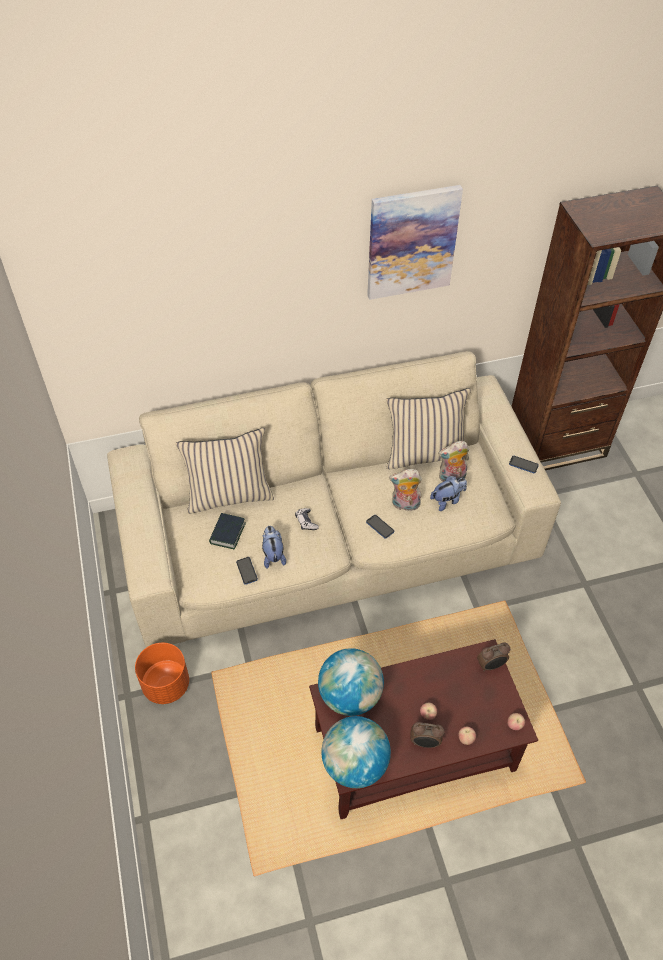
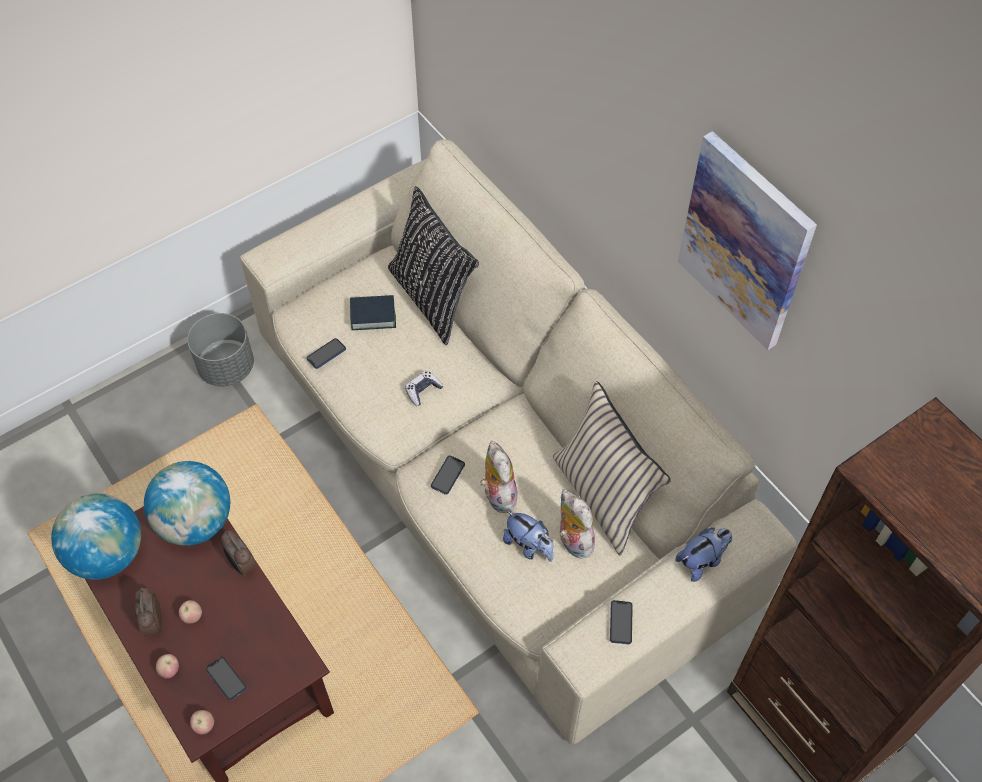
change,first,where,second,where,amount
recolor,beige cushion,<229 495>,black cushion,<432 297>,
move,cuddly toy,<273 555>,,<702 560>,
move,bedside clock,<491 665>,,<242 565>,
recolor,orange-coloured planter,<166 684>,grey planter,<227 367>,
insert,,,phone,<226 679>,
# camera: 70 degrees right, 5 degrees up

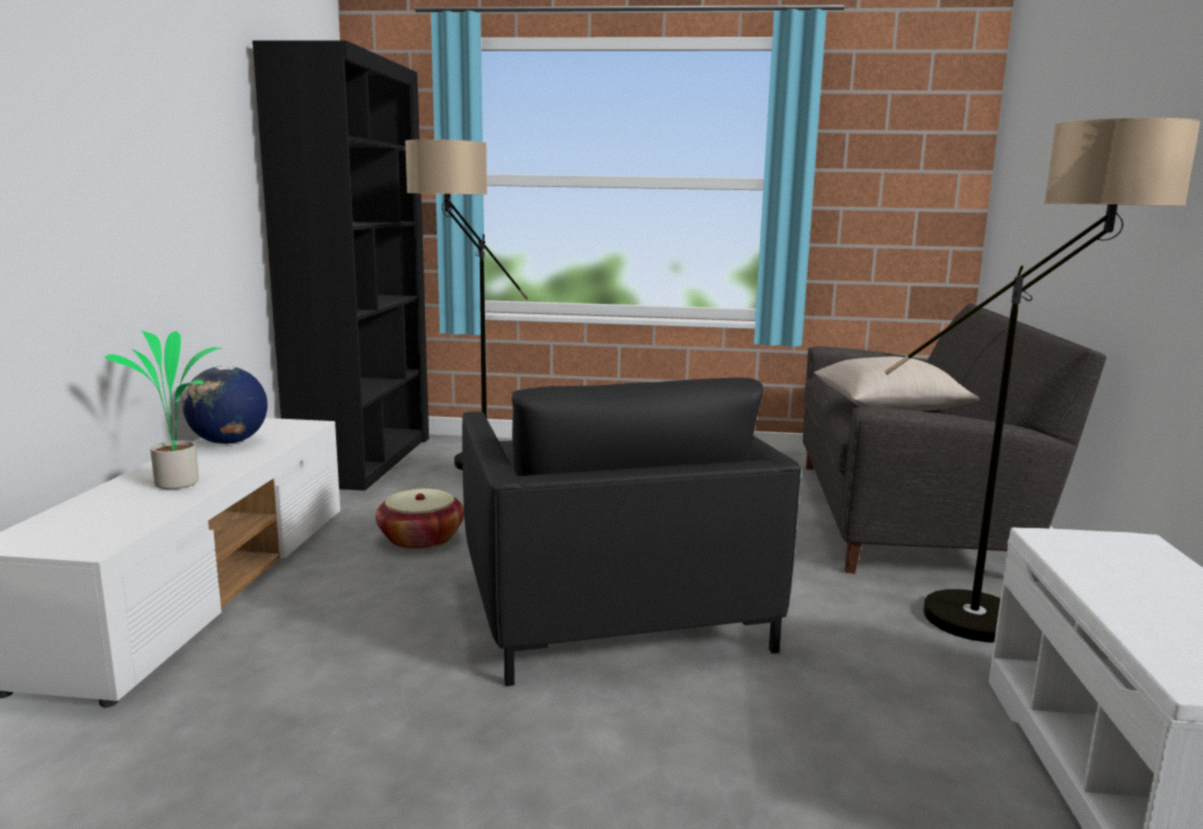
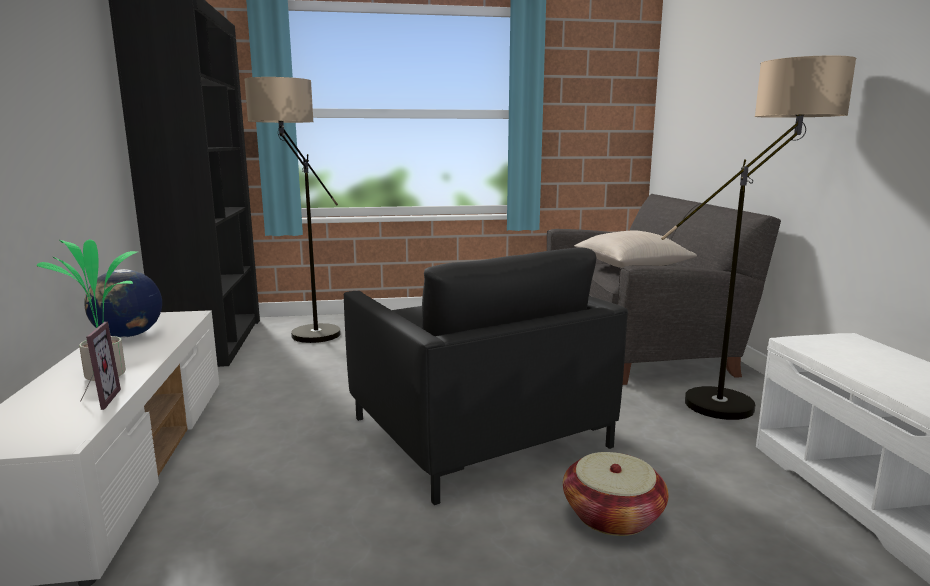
change,first,where,second,where,amount
move,basket,<421 539>,,<612 516>,
insert,,,photo frame,<97 400>,
# camera: 15 degrees left, 0 degrees up

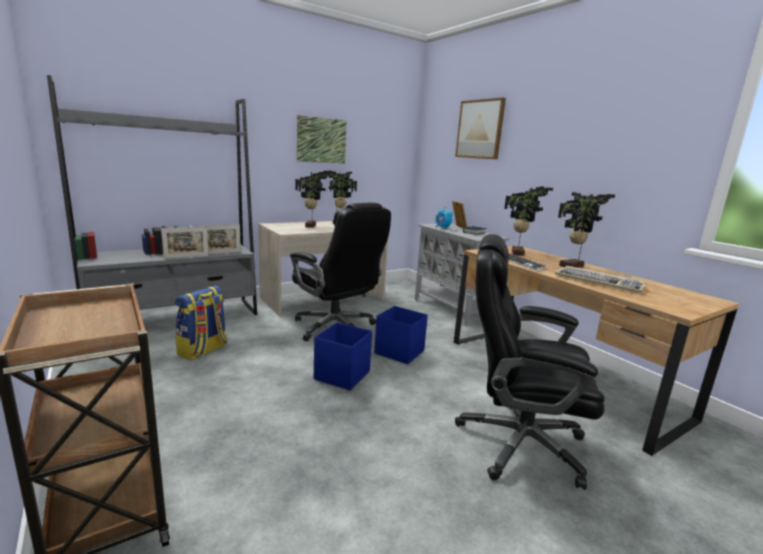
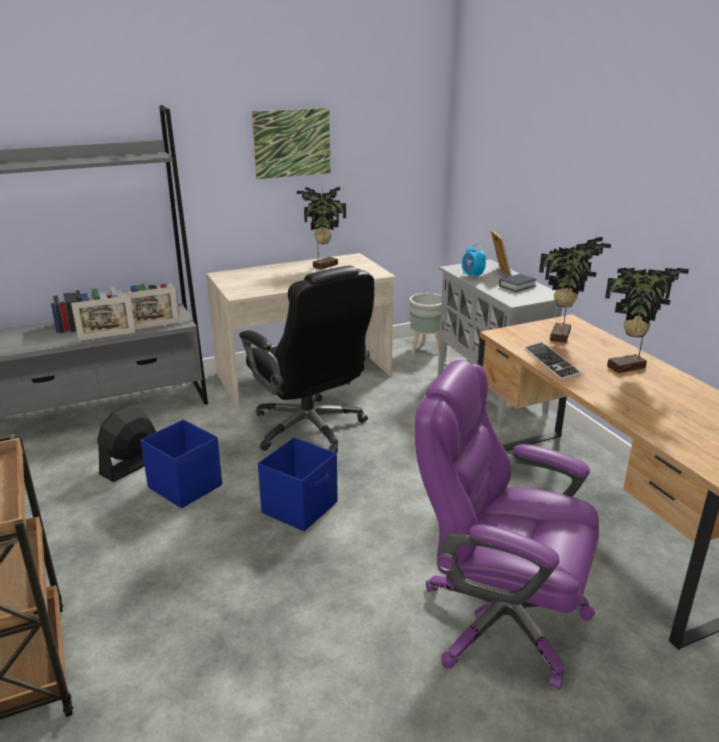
change,first,where,second,where,amount
delete,picture,<480 129>,,,
delete,potted plant,<312 226>,,,
recolor,black computer chair,<517 442>,purple-coloured computer chair,<499 619>,
delete,PC keyboard,<599 282>,,,
replace,rucksack,<203 351>,black fan,<132 464>,
move,bluish storage bin,<399 352>,,<185 486>,
insert,,,grey planter,<426 349>,
# camera: 10 degrees right, 10 degrees up

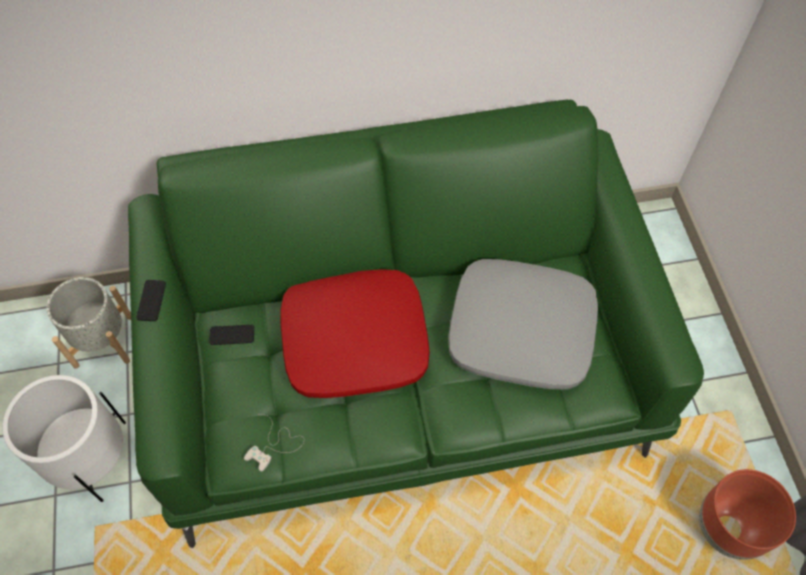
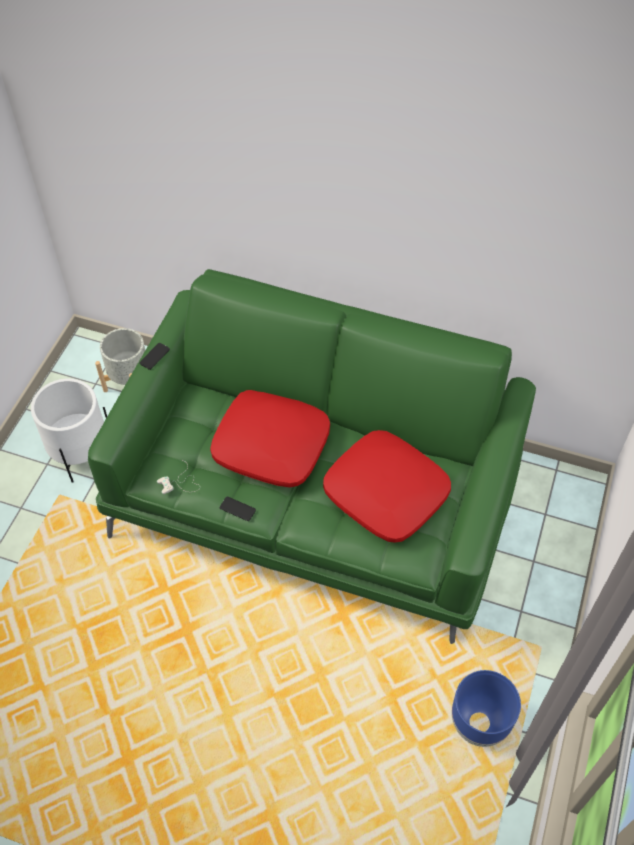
change,first,where,second,where,amount
recolor,grey cushion,<521 331>,reddish cushion,<386 493>,
move,phone,<232 335>,,<237 509>,
recolor,brown-coloured planter,<728 529>,bluish planter,<479 723>,
# camera: 30 degrees right, 5 degrees down

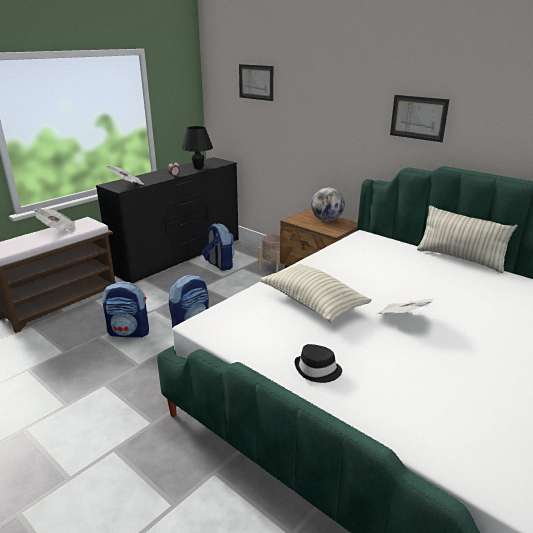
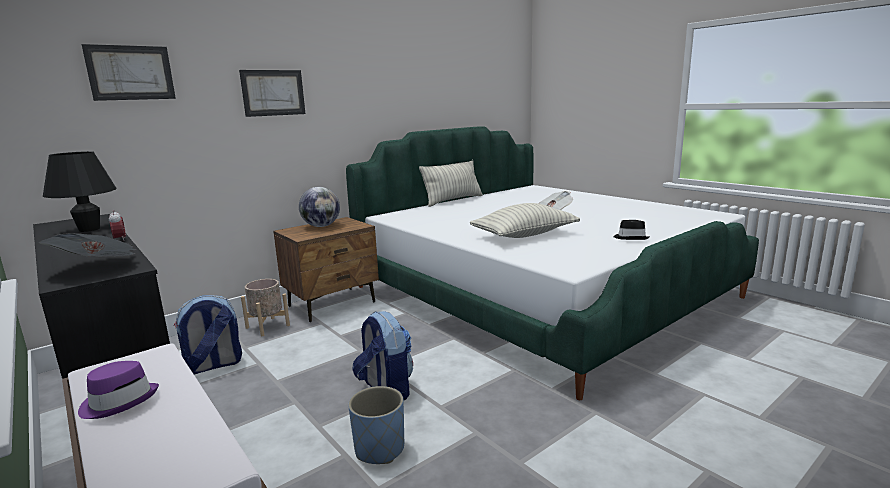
change,first,where,second,where,amount
move,picture,<418 118>,,<273 93>,
replace,daily paper,<58 229>,purple-coloured hat,<119 401>,
replace,rucksack,<129 332>,bluish planter,<379 449>,
# camera: 80 degrees left, 10 degrees down

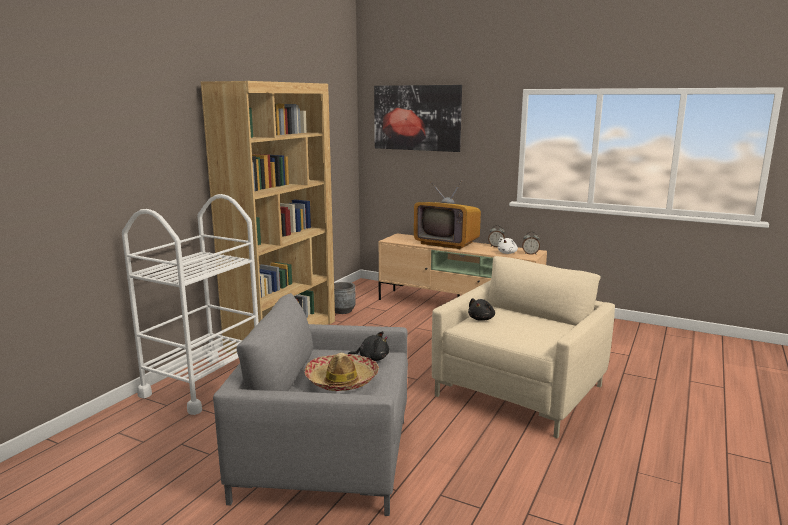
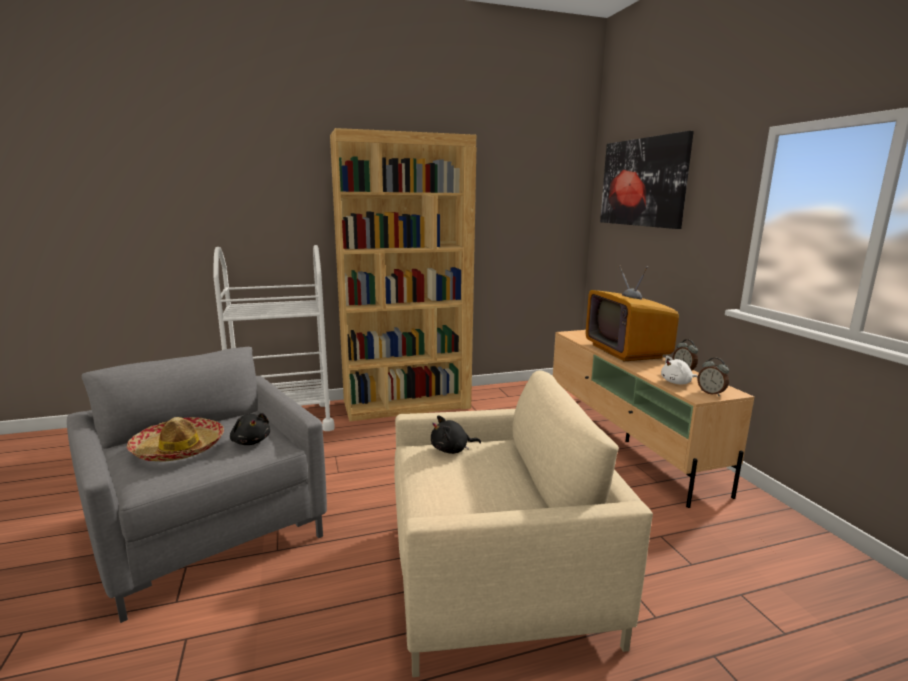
change,first,where,second,where,amount
delete,grey planter,<342 311>,,,
# camera: 45 degrees right, 0 degrees up

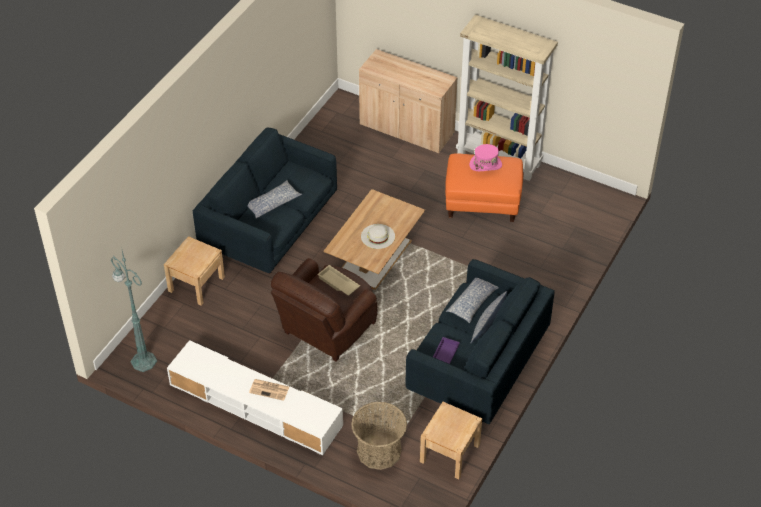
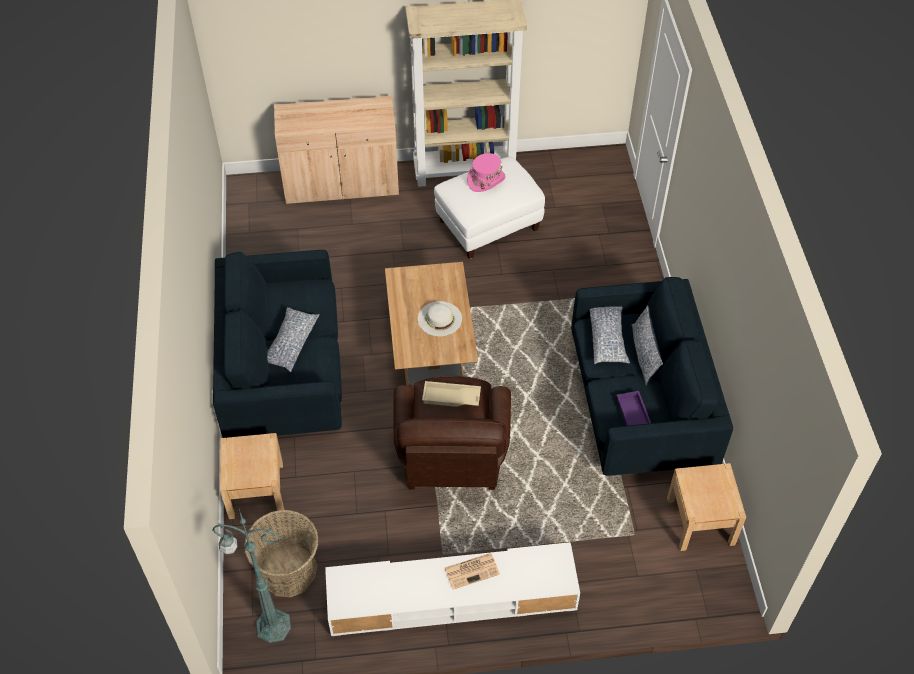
change,first,where,second,where,amount
recolor,orange-coloured ottoman,<482 202>,whitish ottoman,<488 225>,
move,basket,<379 451>,,<288 570>,
# camera: 35 degrees left, 5 degrees up

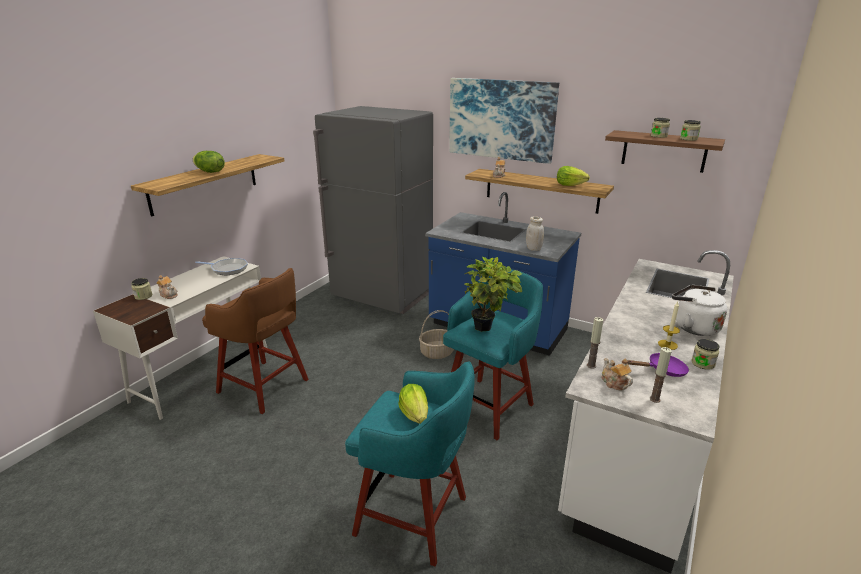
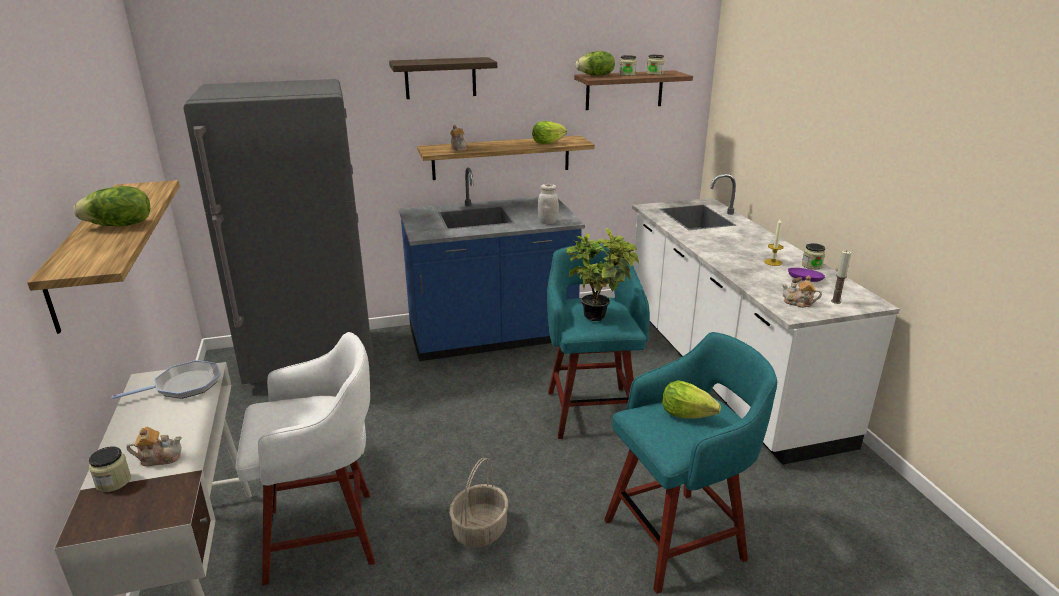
change,first,where,second,where,amount
replace,picture,<501 119>,wall shelf,<440 78>,
recolor,brown-coloured stool,<265 387>,whitish stool,<325 535>,
delete,whitish kettle,<693 327>,,,
move,basket,<437 352>,,<479 529>,
delete,candle,<591 365>,,,
insert,,,lettuce head,<596 75>,
# camera: 45 degrees left, 0 degrees up

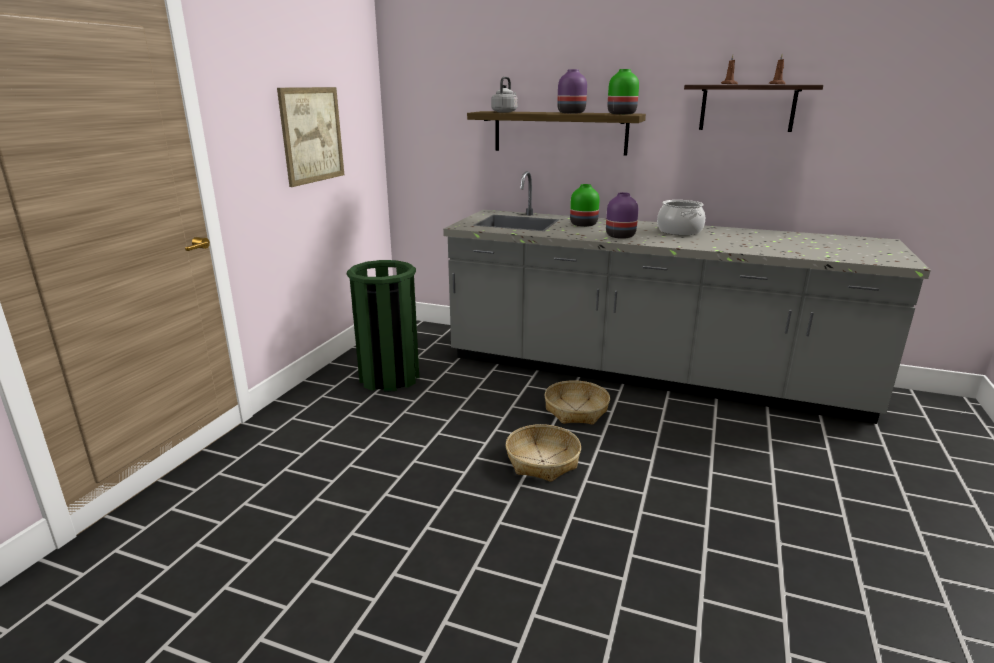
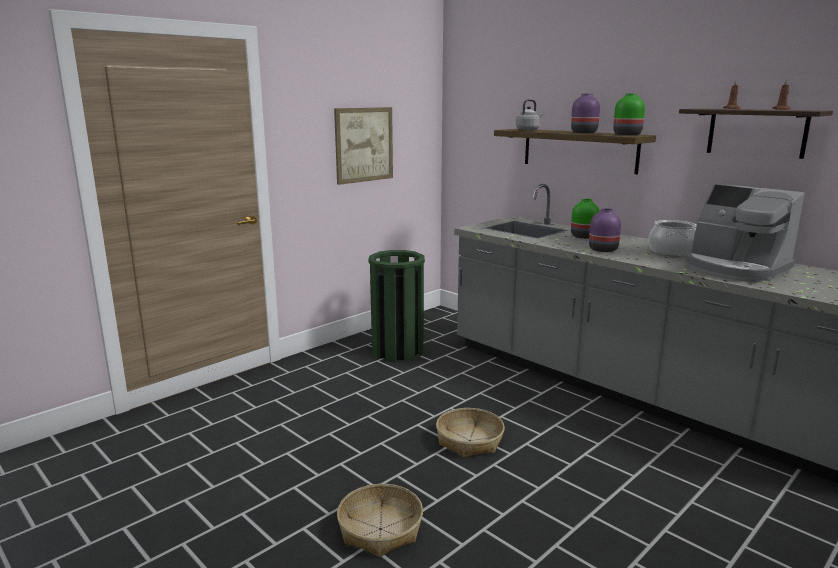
change,first,where,second,where,amount
move,basket,<576 410>,,<380 529>,
insert,,,coffee brewer,<734 269>,
# camera: 25 degrees right, 5 degrees down

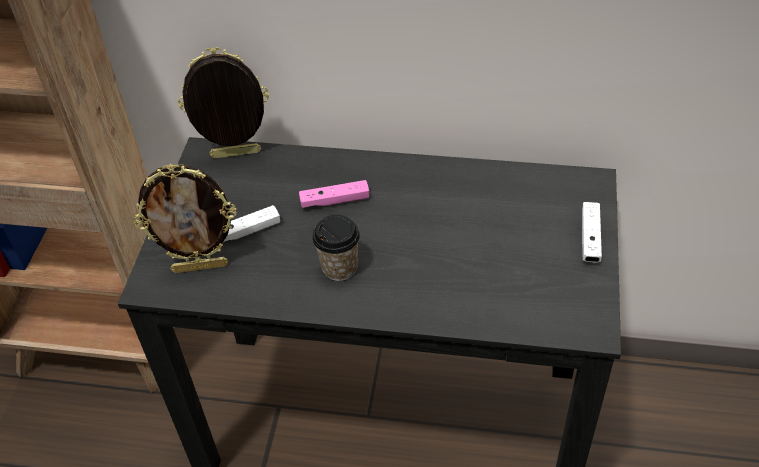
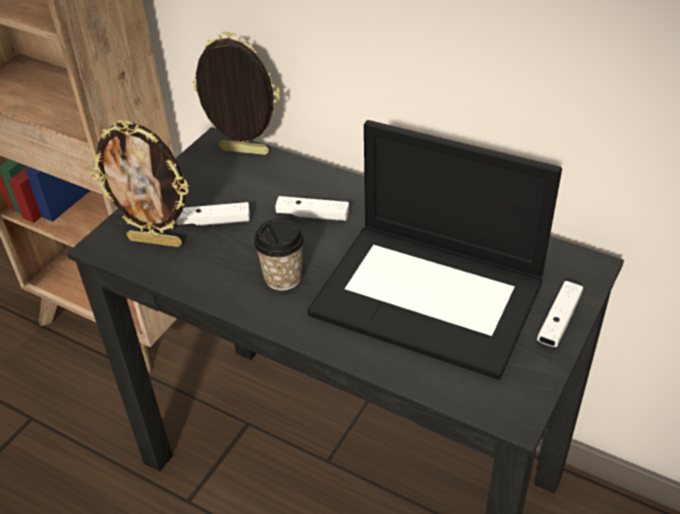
change,first,where,second,where,amount
recolor,pinkish gamepad,<335 200>,whitish gamepad,<312 215>,
insert,,,notebook computer,<430 296>,
# camera: 20 degrees right, 5 degrees down

